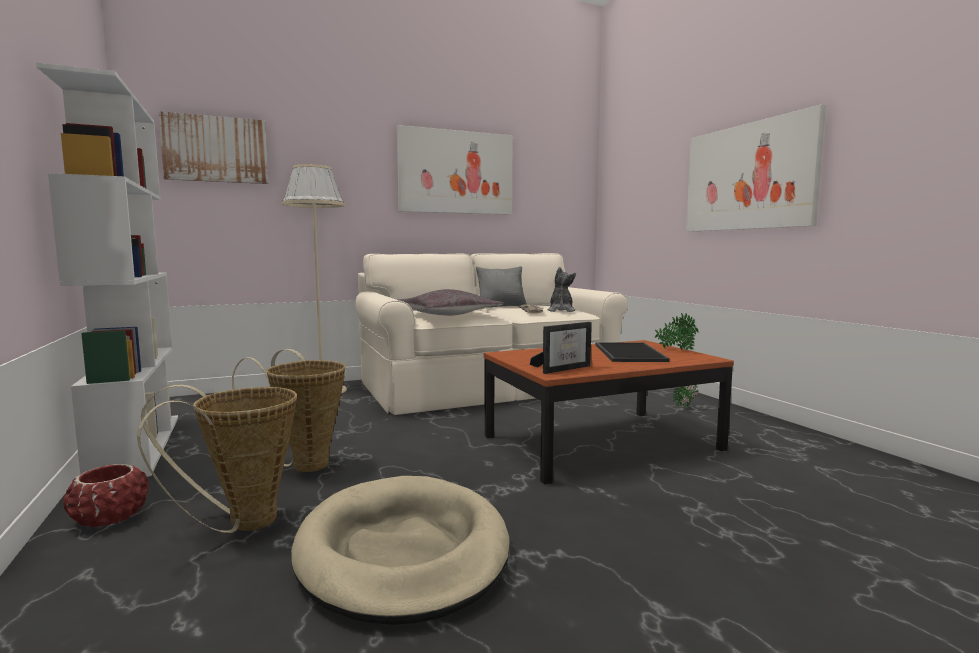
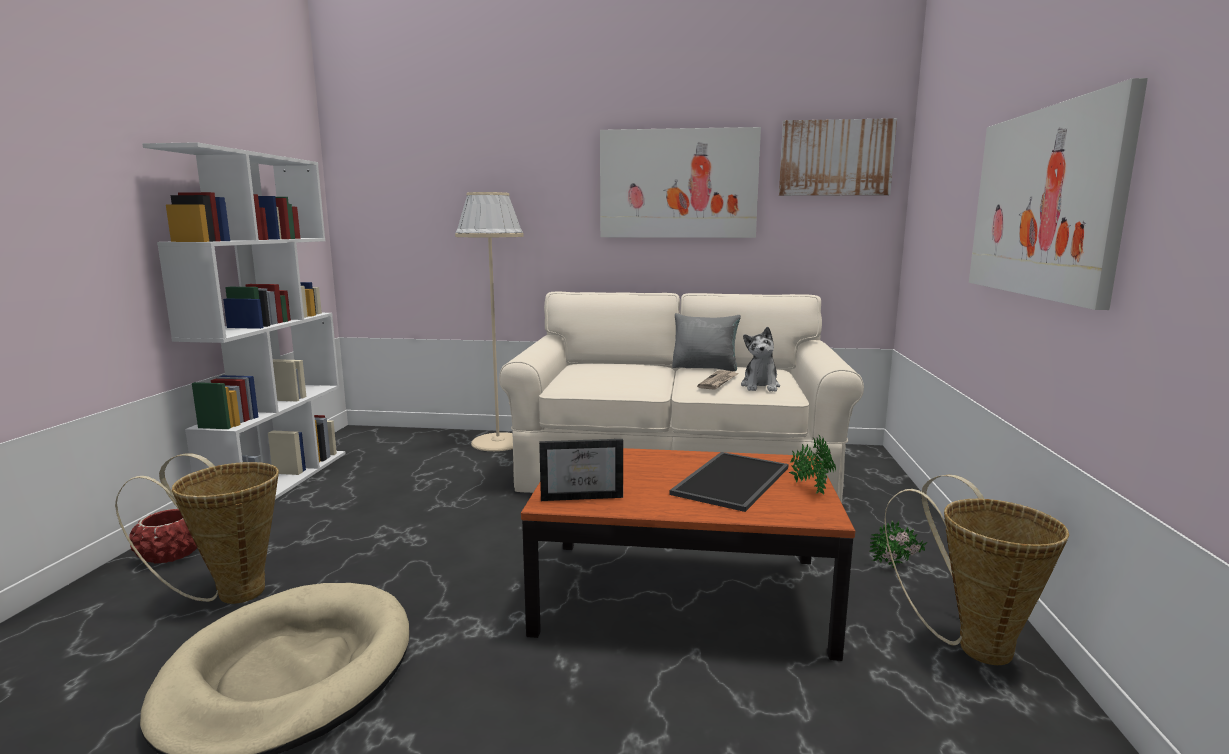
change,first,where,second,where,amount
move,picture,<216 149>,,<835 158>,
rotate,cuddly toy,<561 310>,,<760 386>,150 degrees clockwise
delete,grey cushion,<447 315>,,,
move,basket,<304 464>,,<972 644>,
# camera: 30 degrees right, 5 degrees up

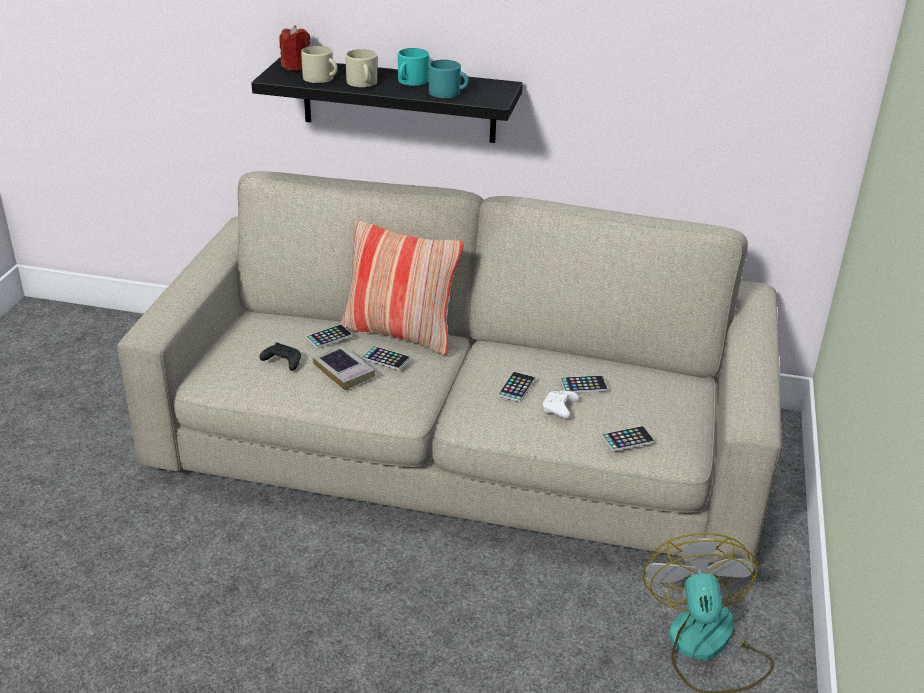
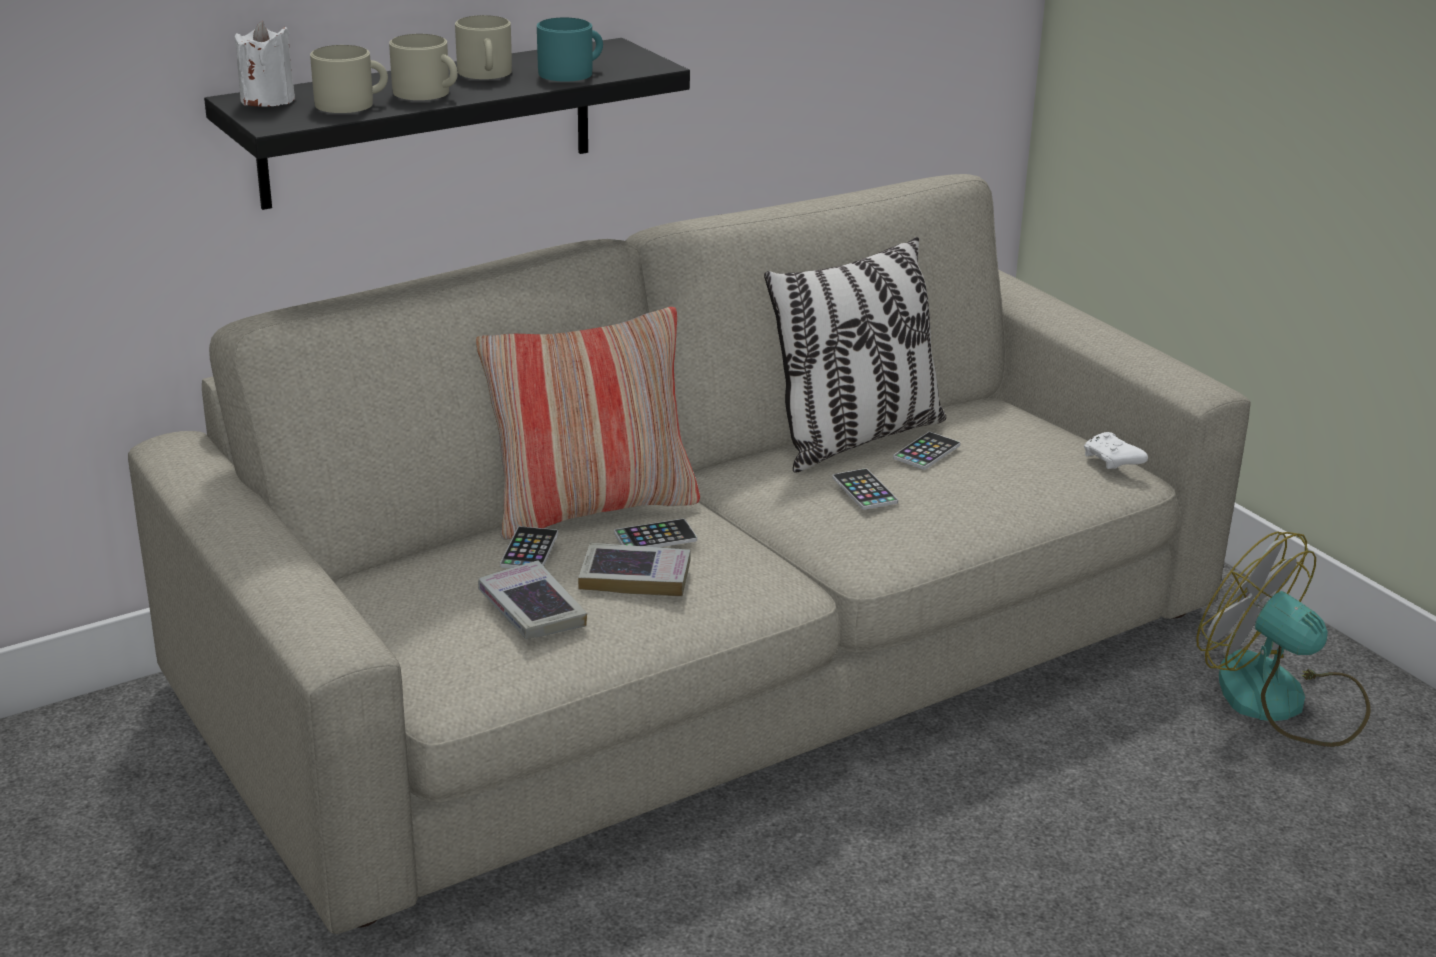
change,first,where,second,where,amount
recolor,reddish candle,<296 66>,whitish candle,<267 100>,
recolor,blue-green mug,<411 81>,beige mug,<485 73>,
replace,black gamepad,<282 362>,book,<531 610>,
move,whitish gamepad,<559 410>,,<1112 461>,
delete,phone,<627 439>,,,
insert,,,cushion,<856 438>,
# camera: 45 degrees left, 5 degrees down

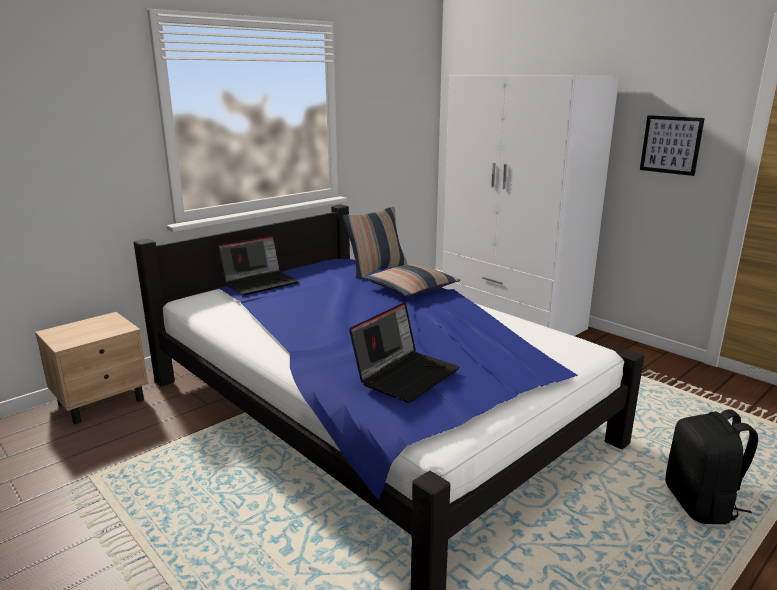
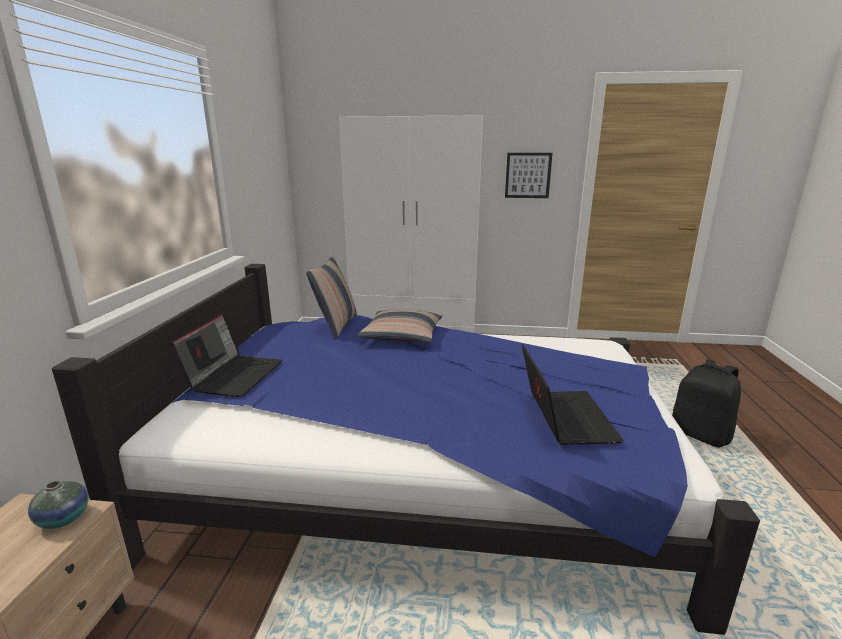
change,first,where,second,where,amount
insert,,,decorative vase,<63 518>,
# camera: 40 degrees left, 0 degrees up

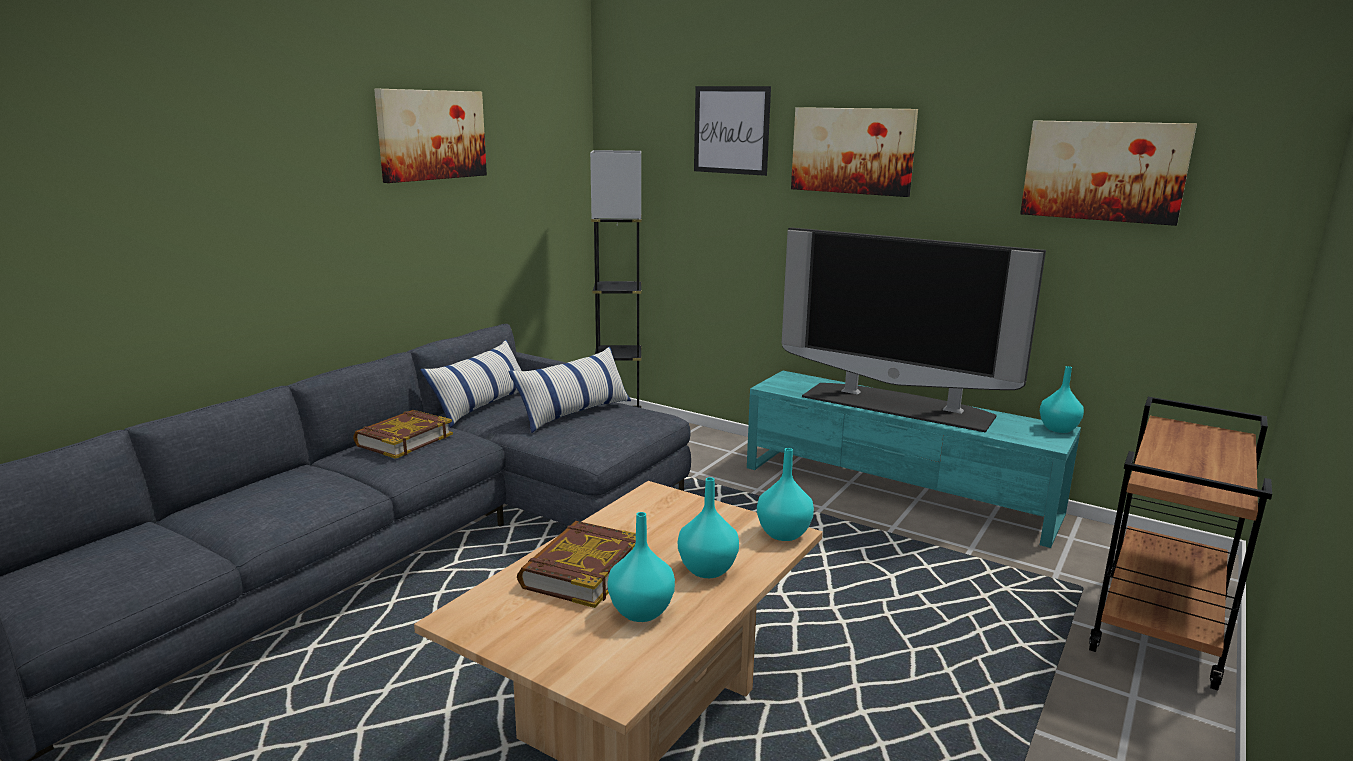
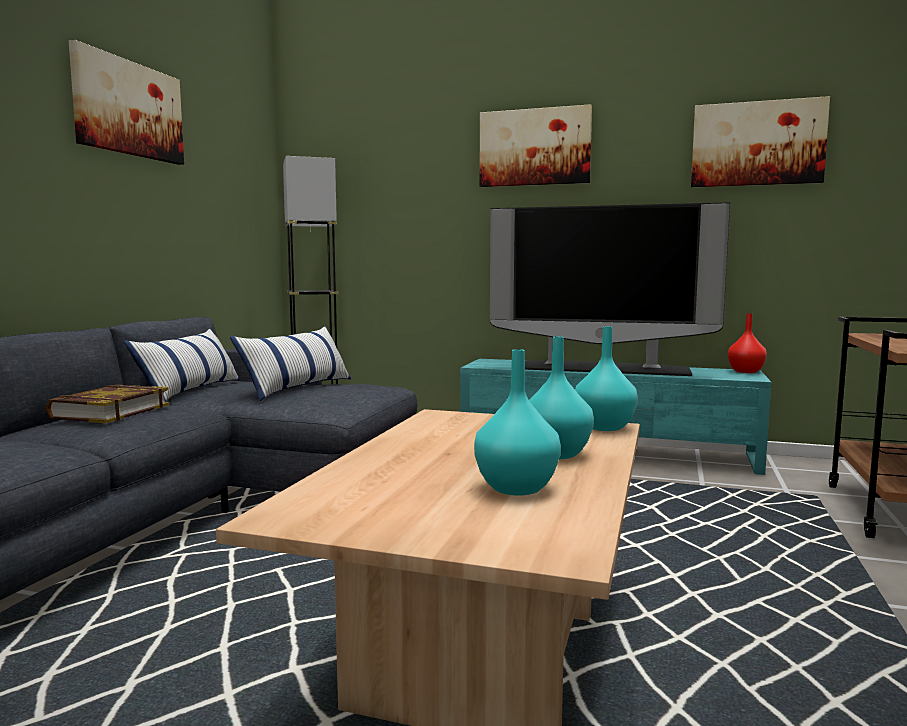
change,first,where,second,where,amount
delete,picture,<731 130>,,,
recolor,blue-green decorative vase,<1057 429>,reddish decorative vase,<745 371>,
delete,book,<582 571>,,,
# camera: 15 degrees left, 10 degrees down

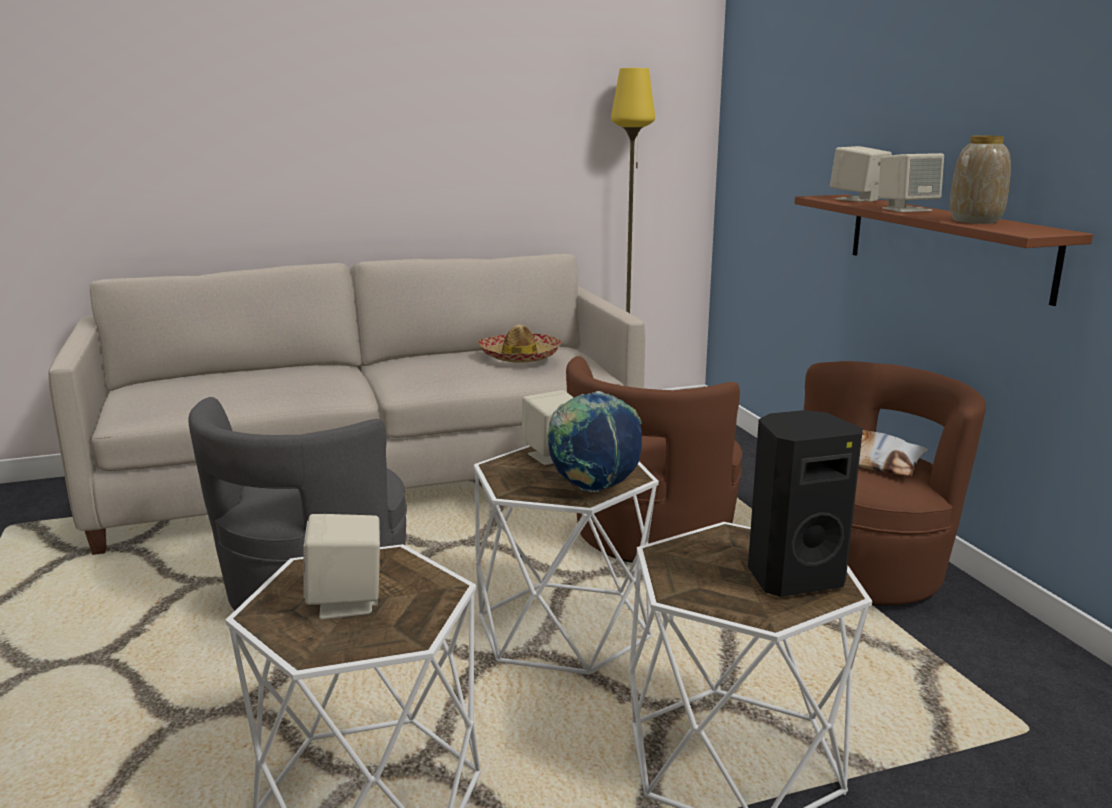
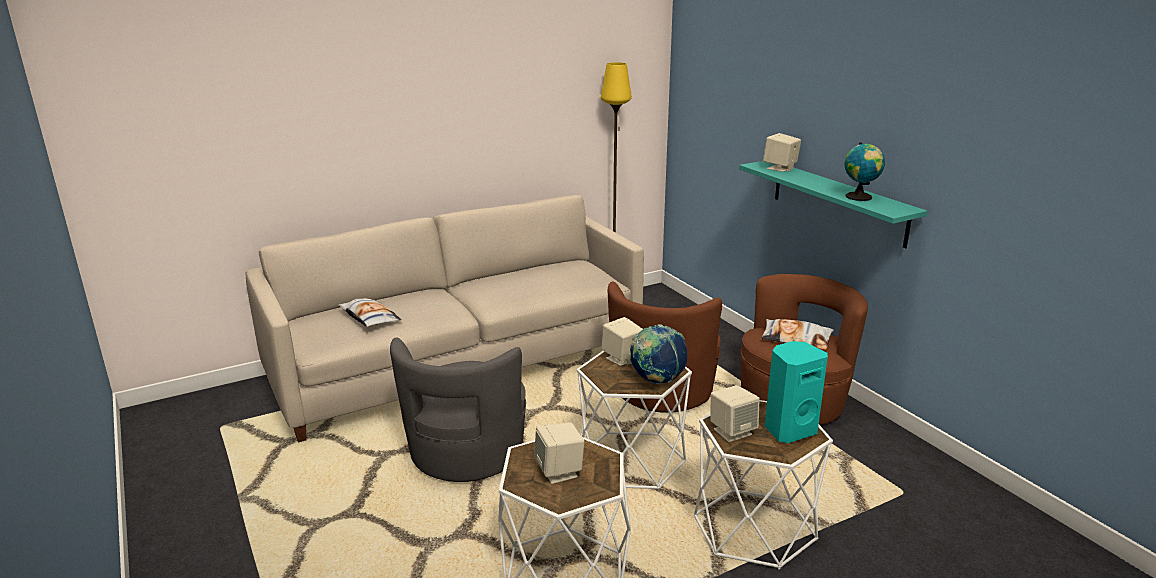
change,first,where,second,where,amount
replace,decorative vase,<976 221>,globe,<860 197>,
move,beige audio speaker,<906 209>,,<732 431>,
recolor,brown-coloured wall shelf,<945 244>,blue-green wall shelf,<838 202>,
delete,hat,<520 356>,,,
recolor,black audio speaker,<792 577>,blue-green audio speaker,<789 430>,
insert,,,cushion,<369 318>,
# camera: 10 degrees left, 5 degrees up

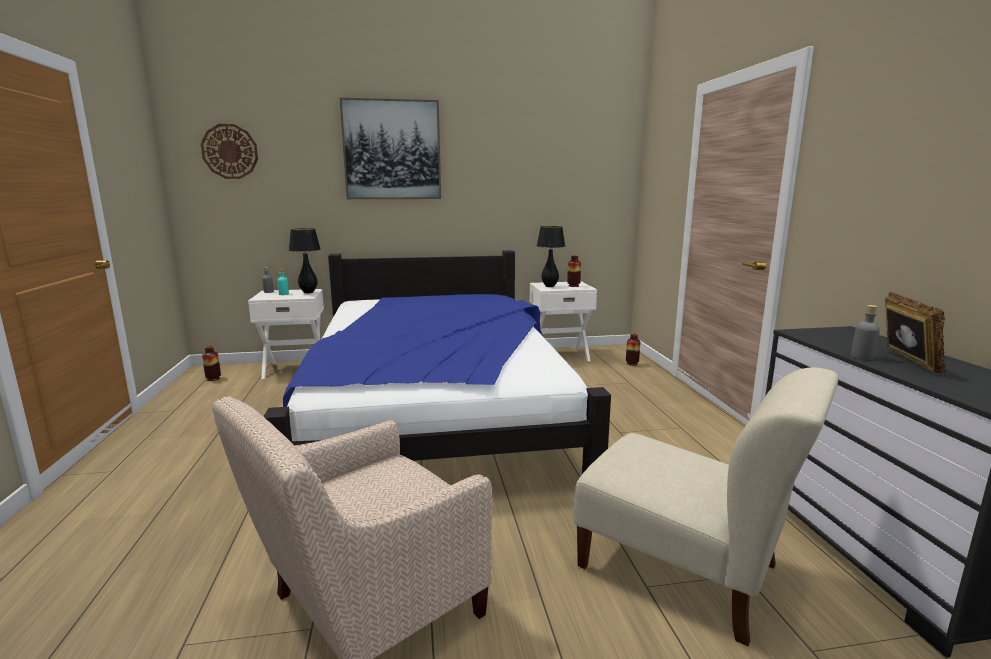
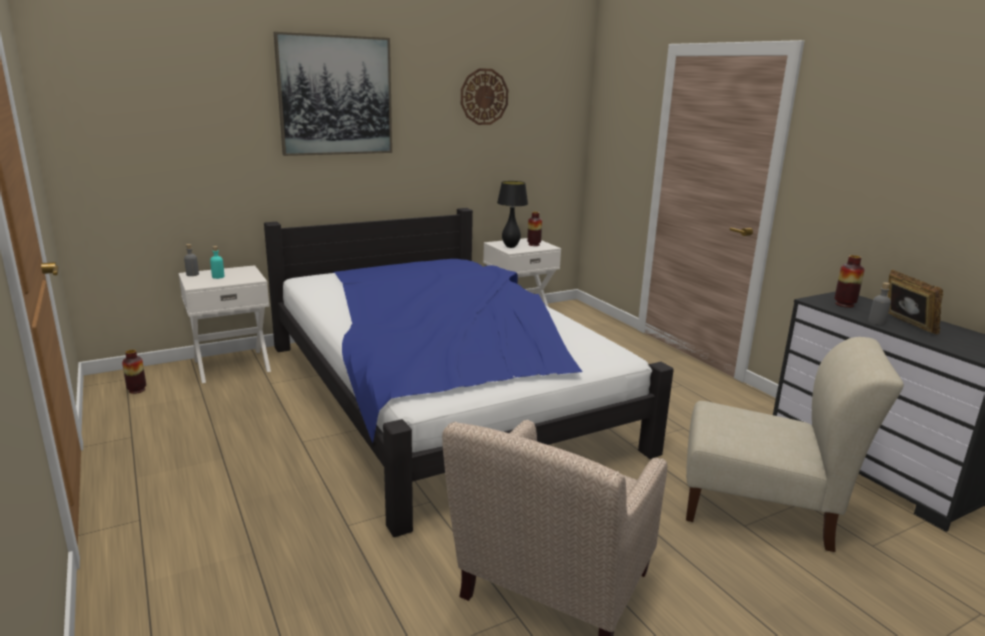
change,first,where,second,where,amount
move,clock on the wall,<230 151>,,<484 97>,
delete,black table lamp,<308 292>,,,
move,decorative vase,<632 364>,,<844 304>,
# camera: 20 degrees left, 5 degrees up

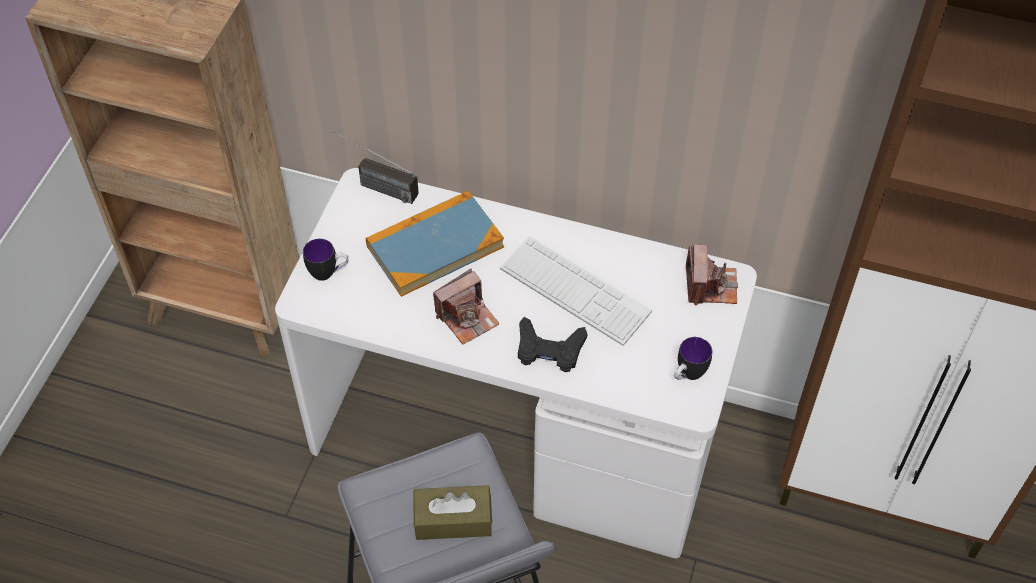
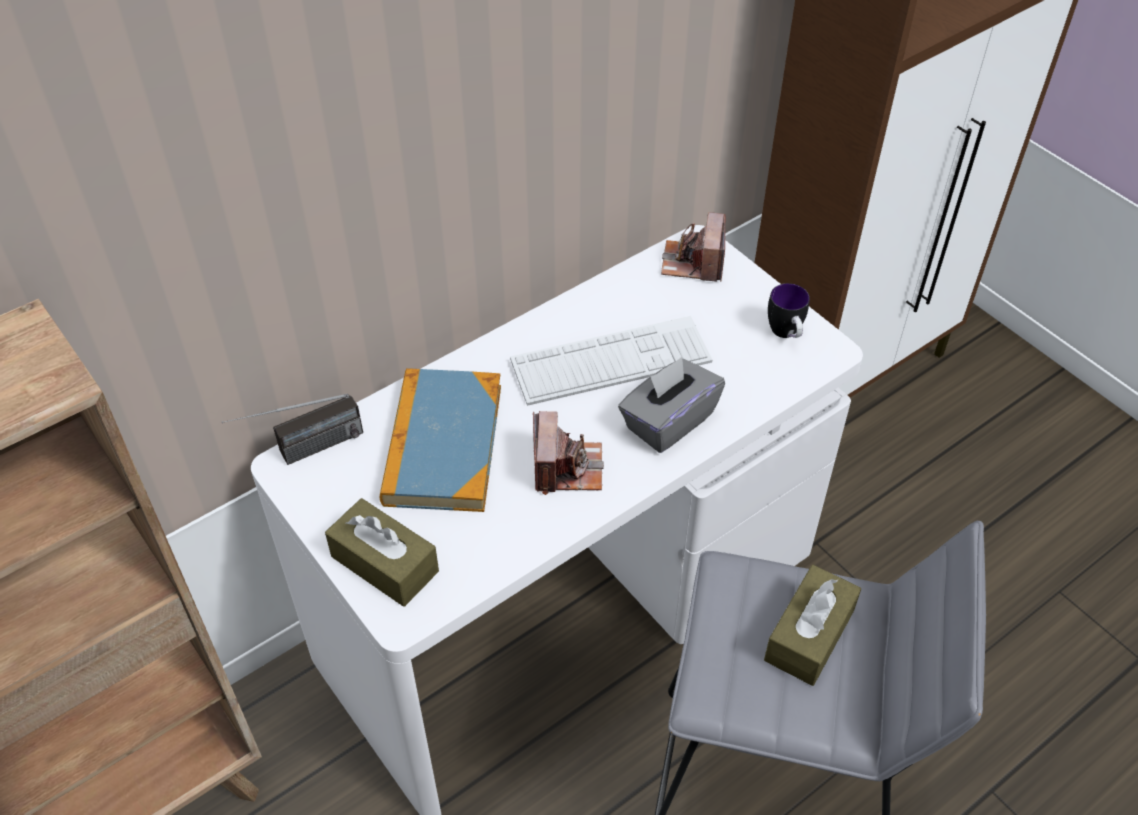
change,first,where,second,where,amount
replace,mug,<328 273>,brown-coloured tissue box,<385 564>,
rotate,still camera,<710 286>,,<693 263>,120 degrees counterclockwise
replace,black gamepad,<549 349>,grey tissue box,<668 421>,
# camera: 55 degrees left, 5 degrees down

